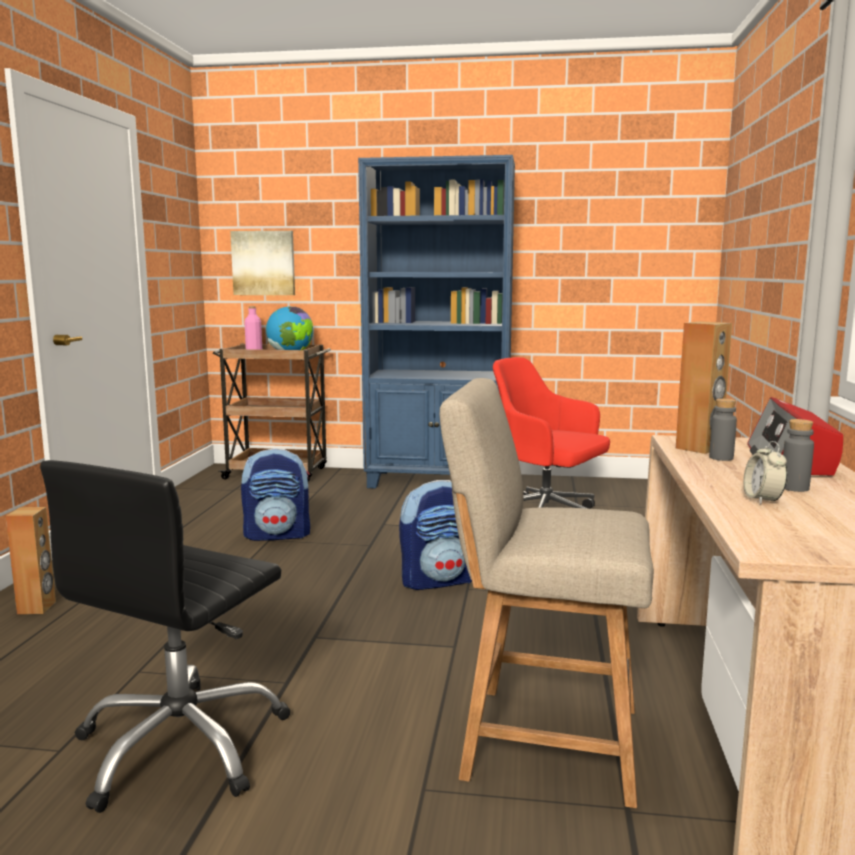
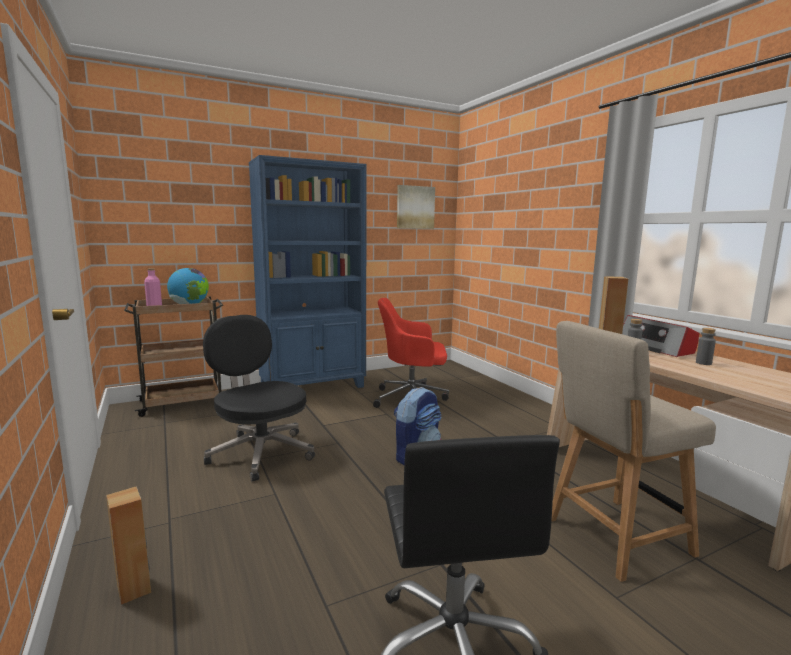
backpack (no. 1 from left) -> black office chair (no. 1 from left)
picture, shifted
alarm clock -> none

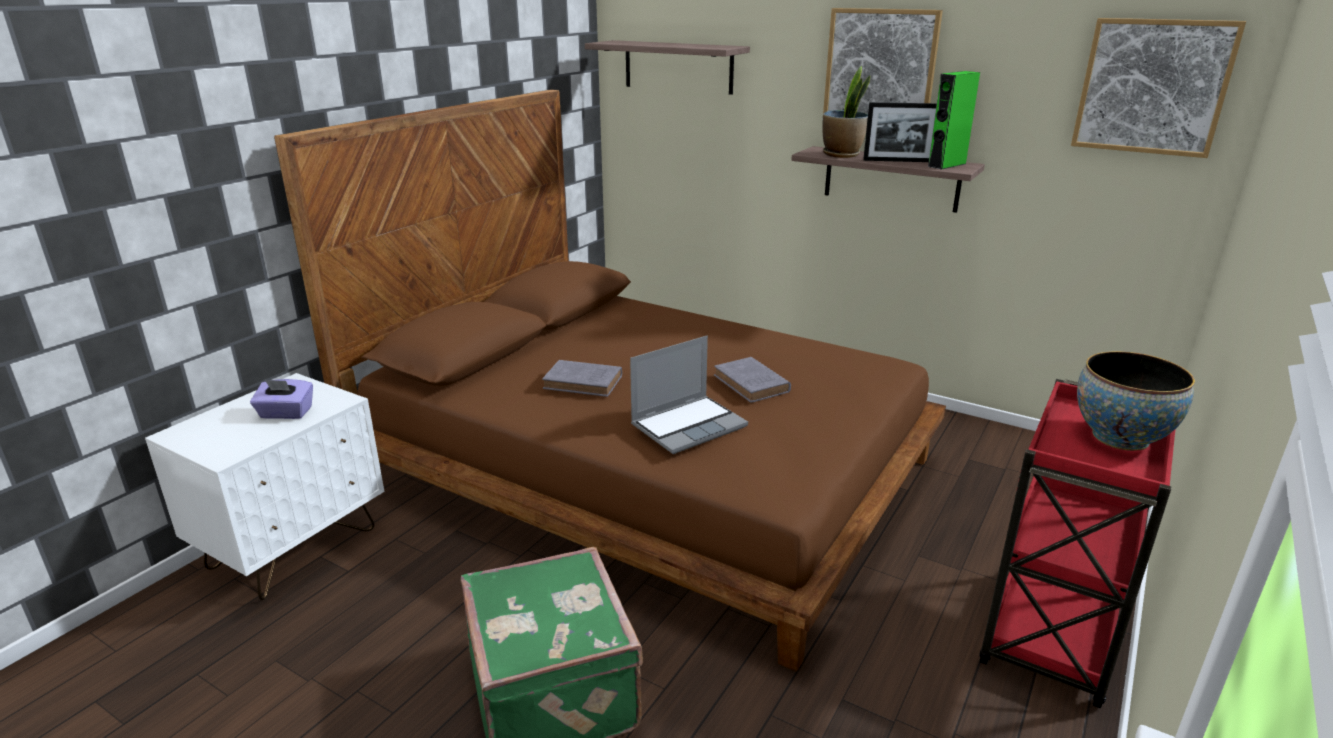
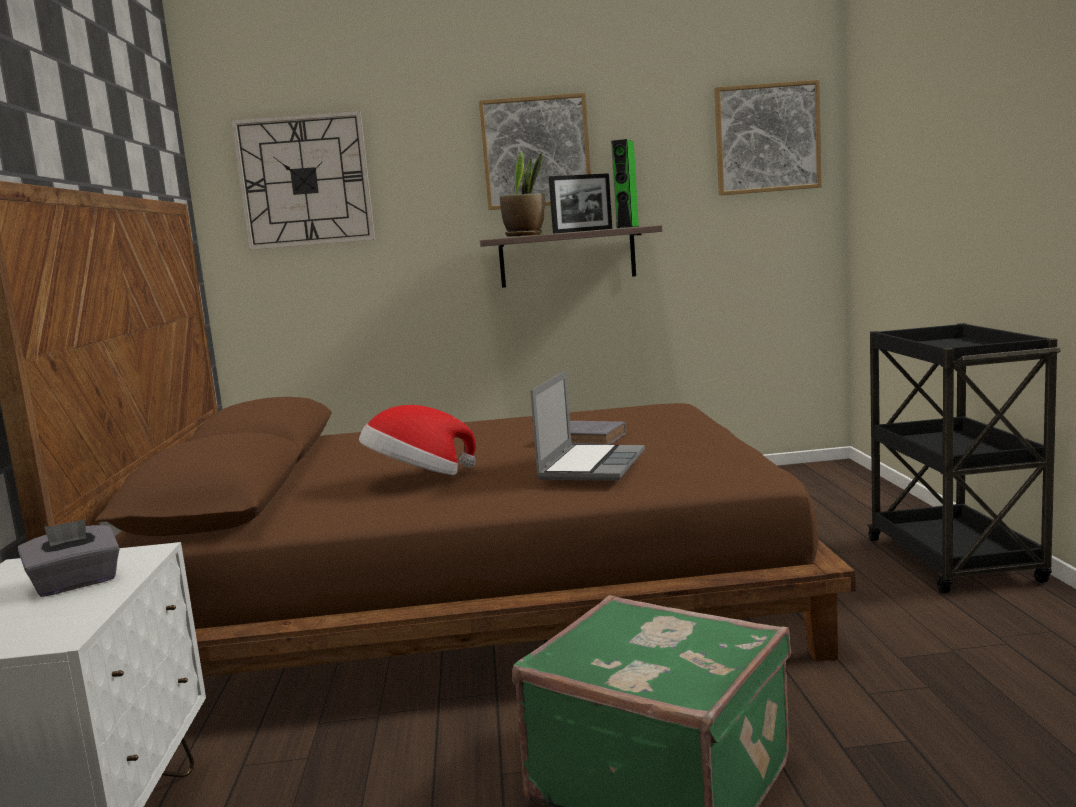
purple tissue box -> grey tissue box
shelf (no. 1 from left) -> wall clock
grey book (no. 1 from left) -> hat
red cart -> black cart
bowl -> none

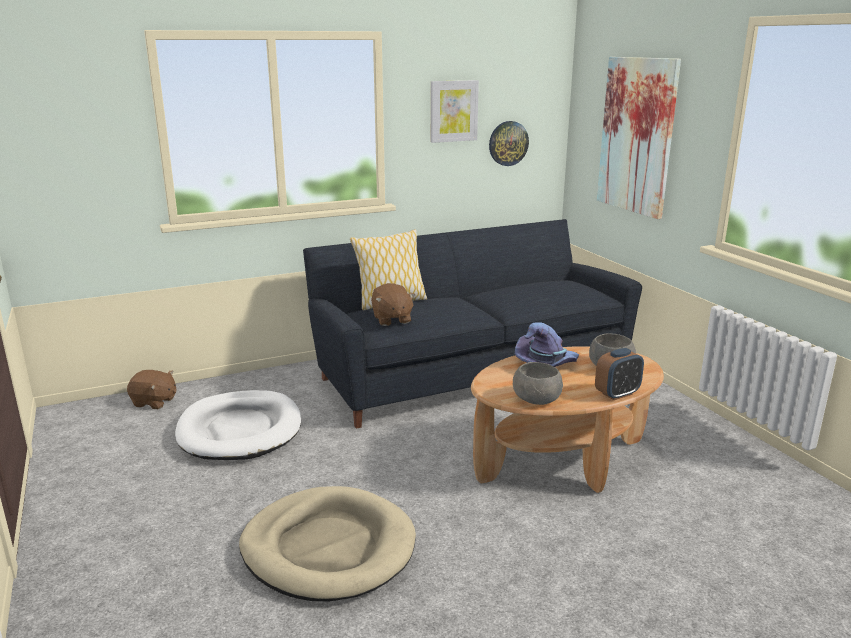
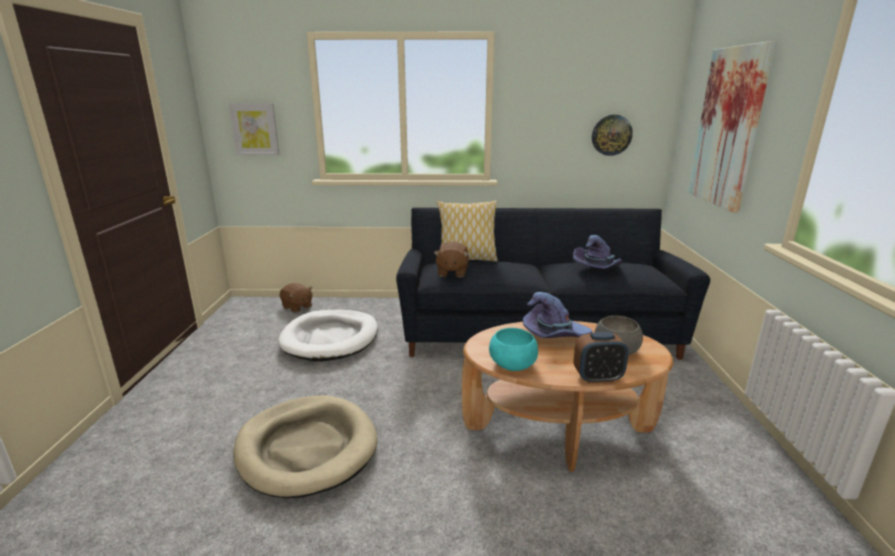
picture (no. 1 from left), shifted
grey bowl (no. 1 from left) -> turquoise bowl
none -> purple hat (no. 2 from left)

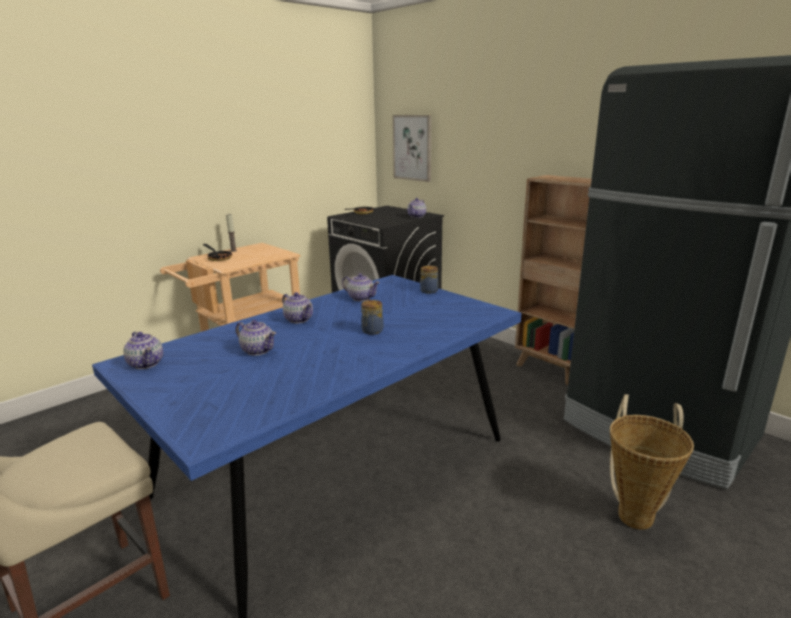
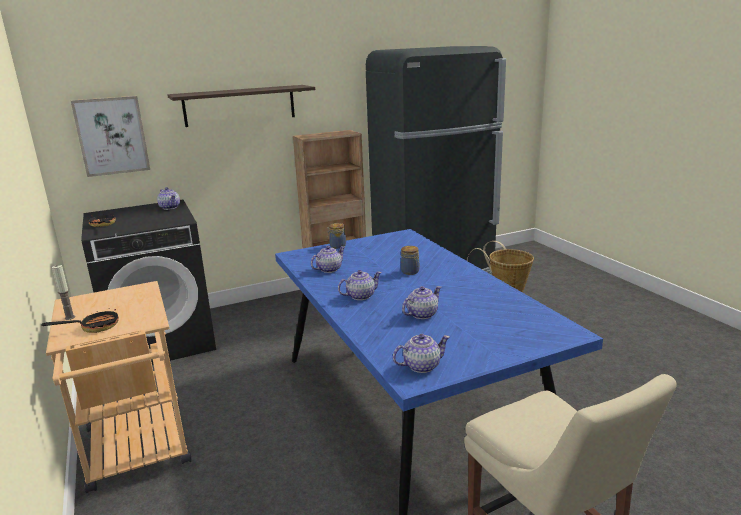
none -> shelf

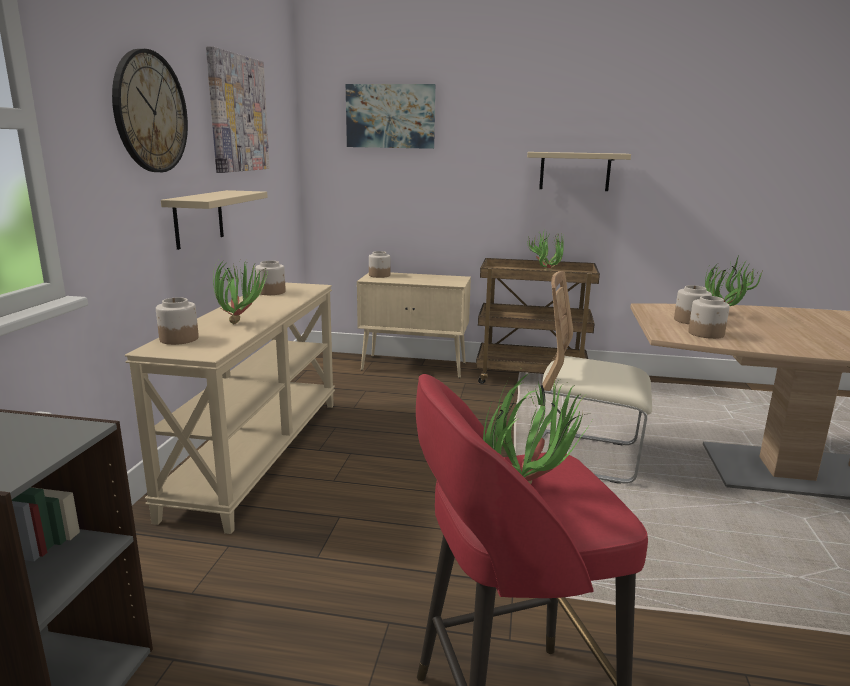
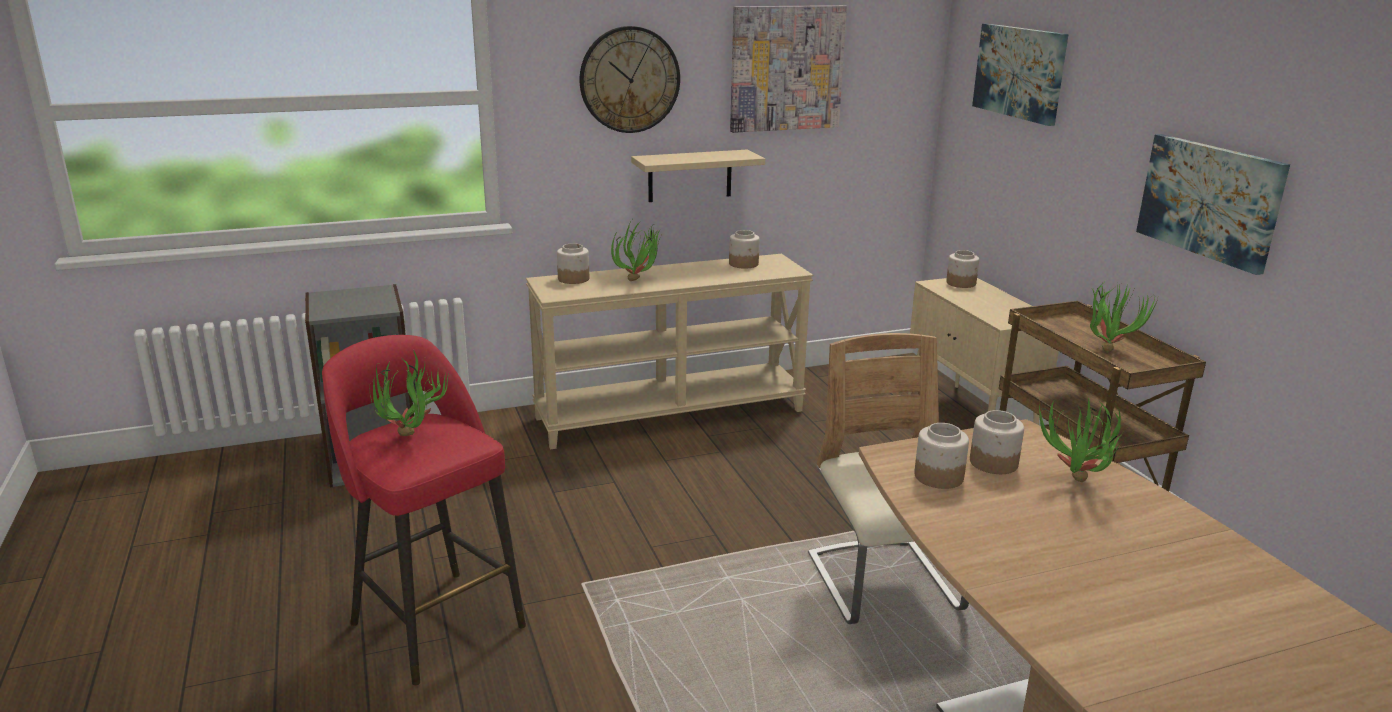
beige shelf (no. 2 from left) -> picture (no. 3 from left)

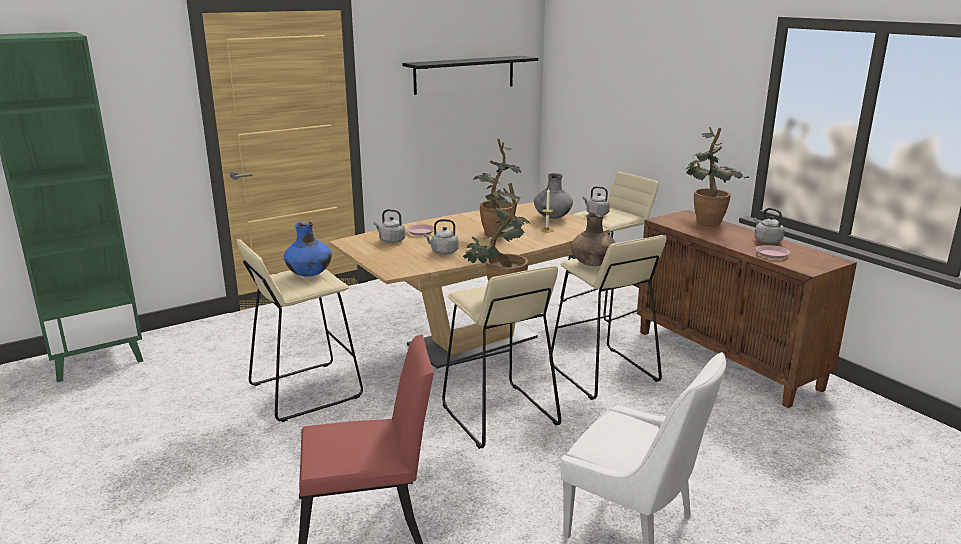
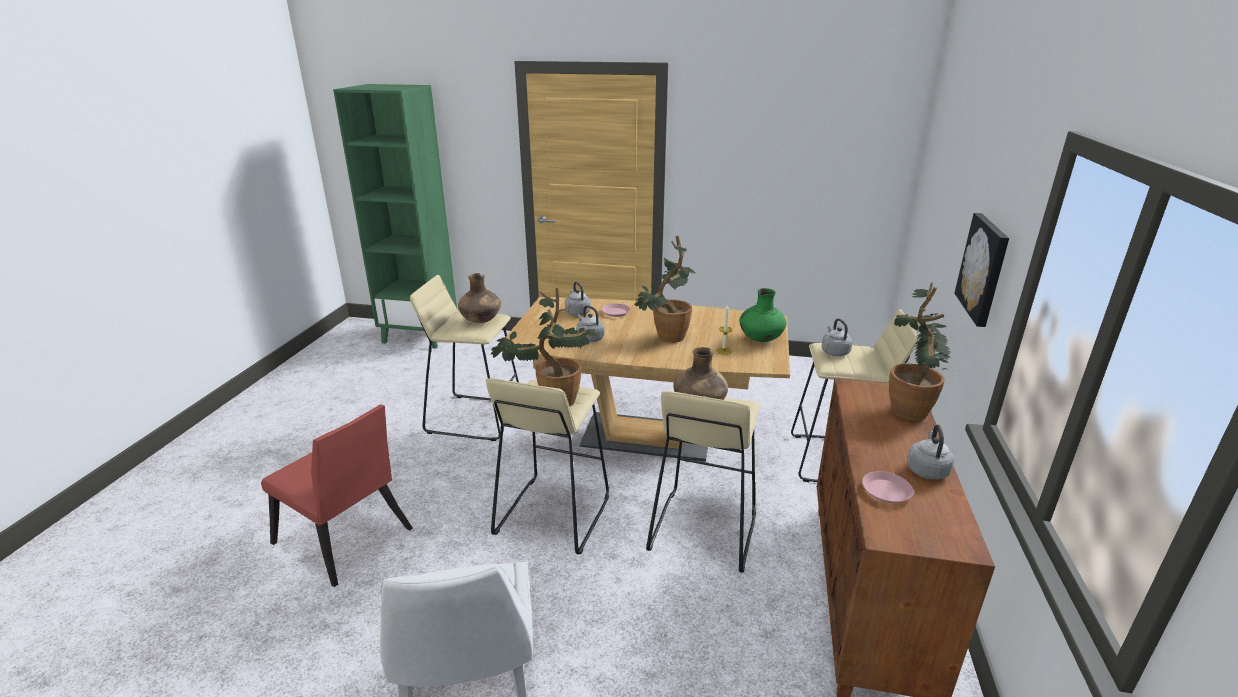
blue vase -> brown vase (no. 1 from left)
grey vase -> green vase
none -> picture
black shelf -> none

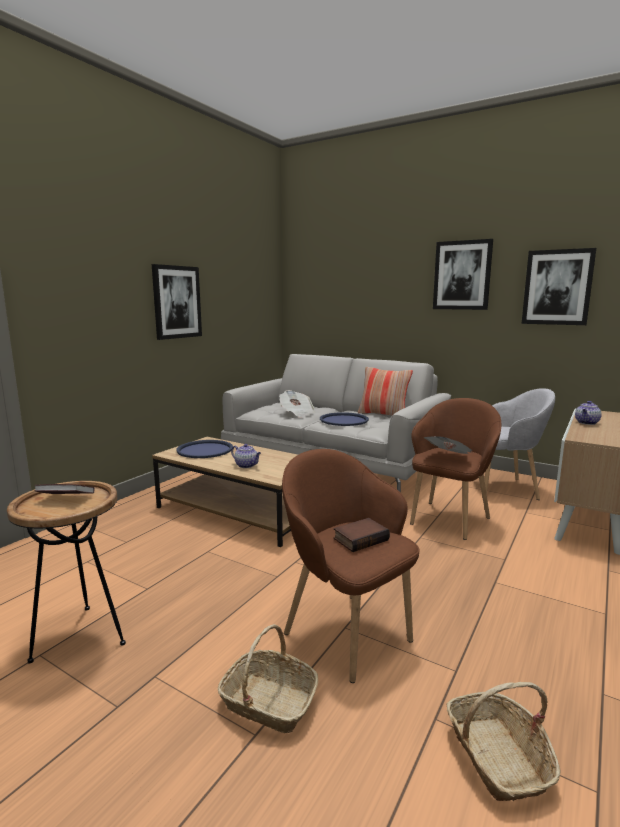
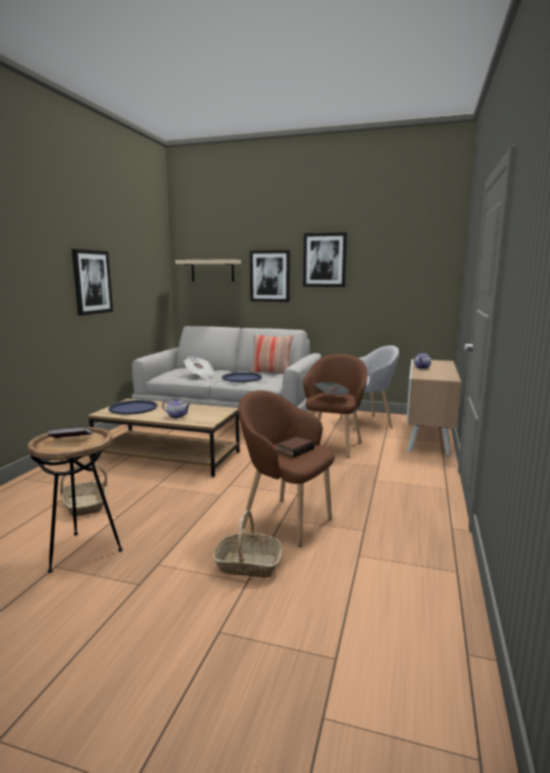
basket (no. 2 from left in the first image) -> basket (no. 1 from left), shifted
none -> beige shelf
picture (no. 3 from left in the first image) -> picture (no. 2 from left), shifted

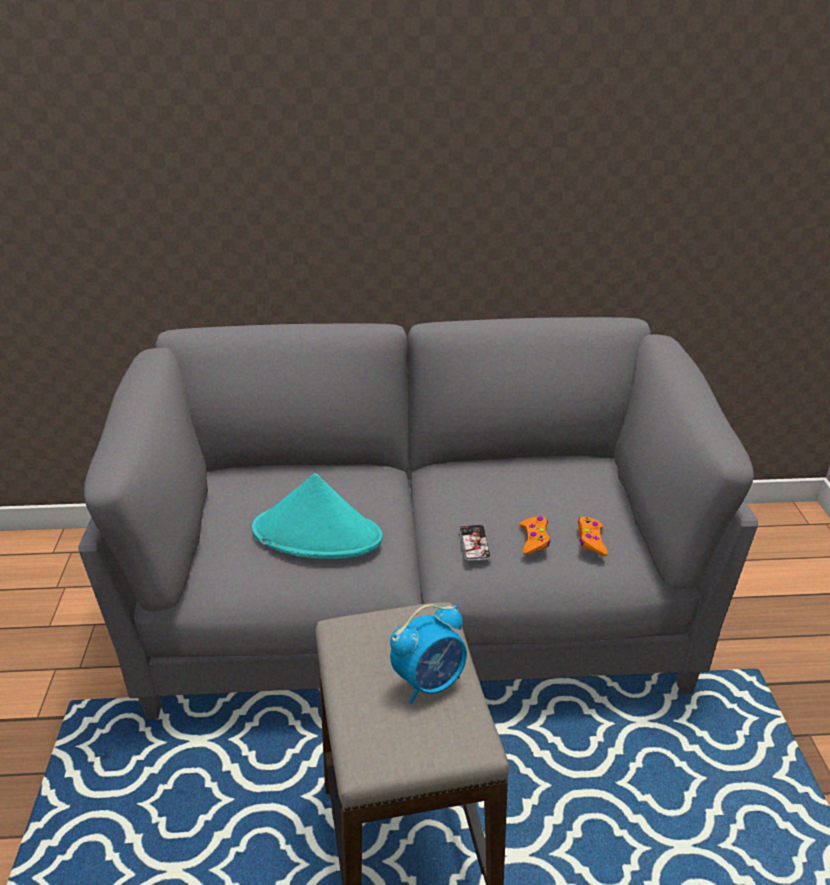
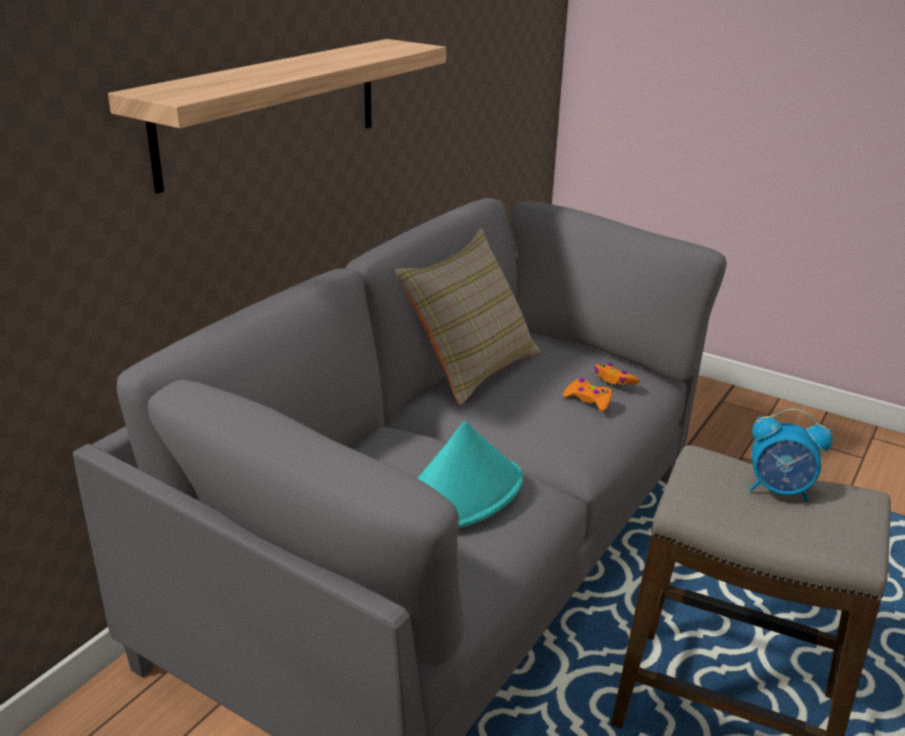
none -> shelf
none -> beige pillow
alarm clock, 105 degrees clockwise
phone -> none

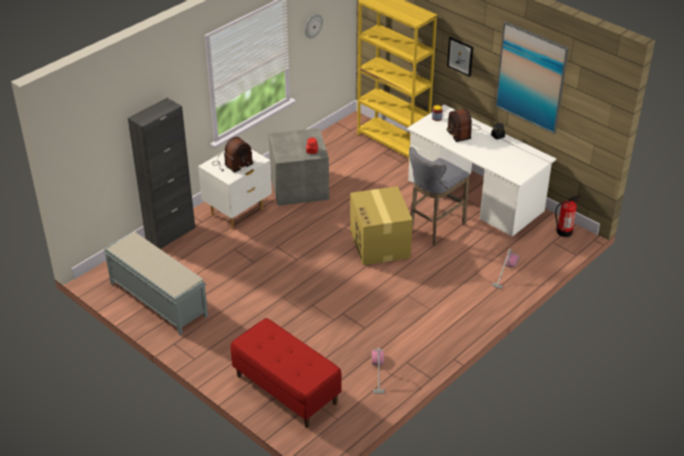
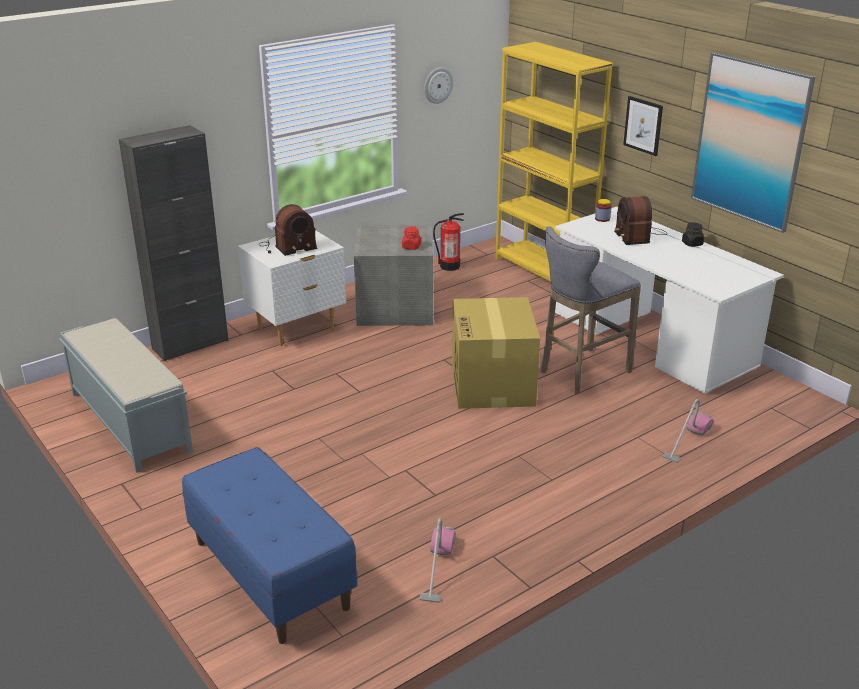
red bench -> blue bench
fire extinguisher, shifted

